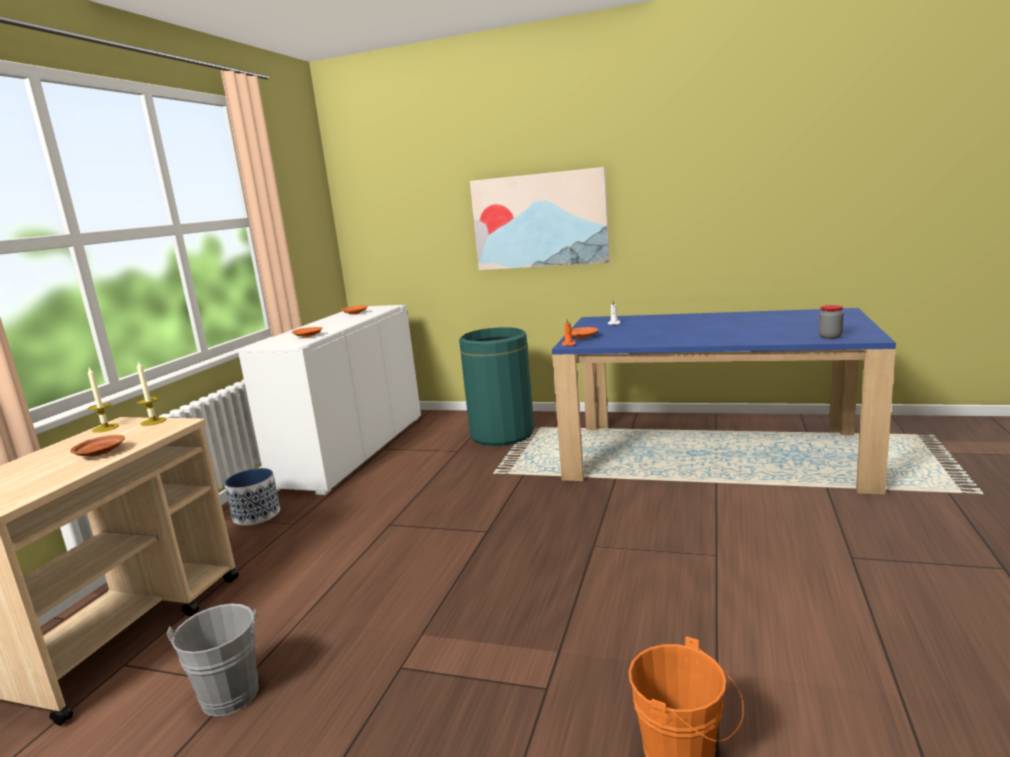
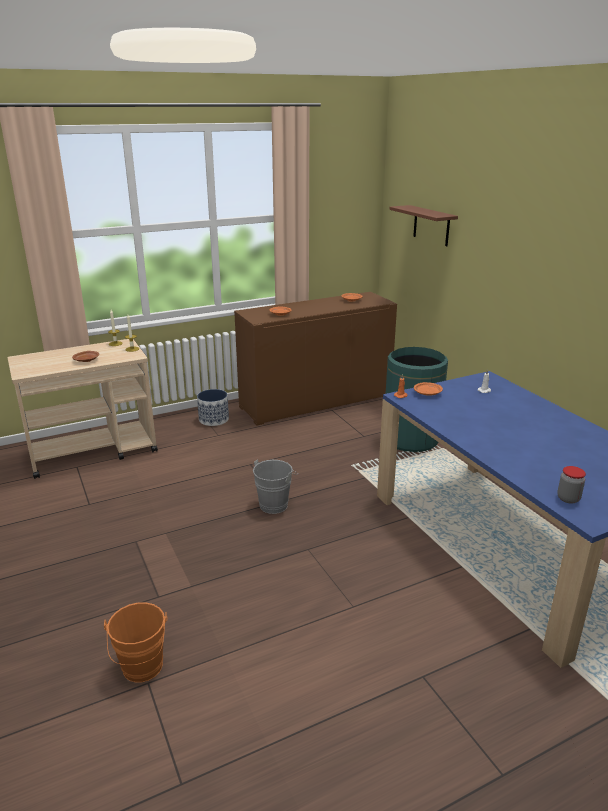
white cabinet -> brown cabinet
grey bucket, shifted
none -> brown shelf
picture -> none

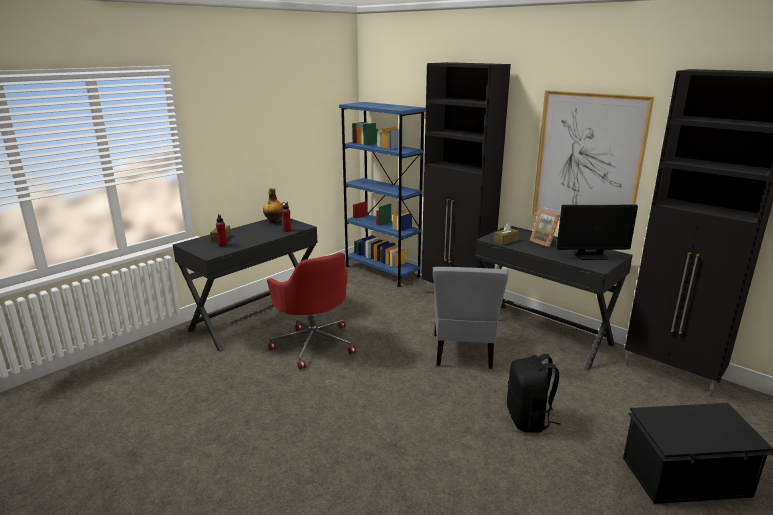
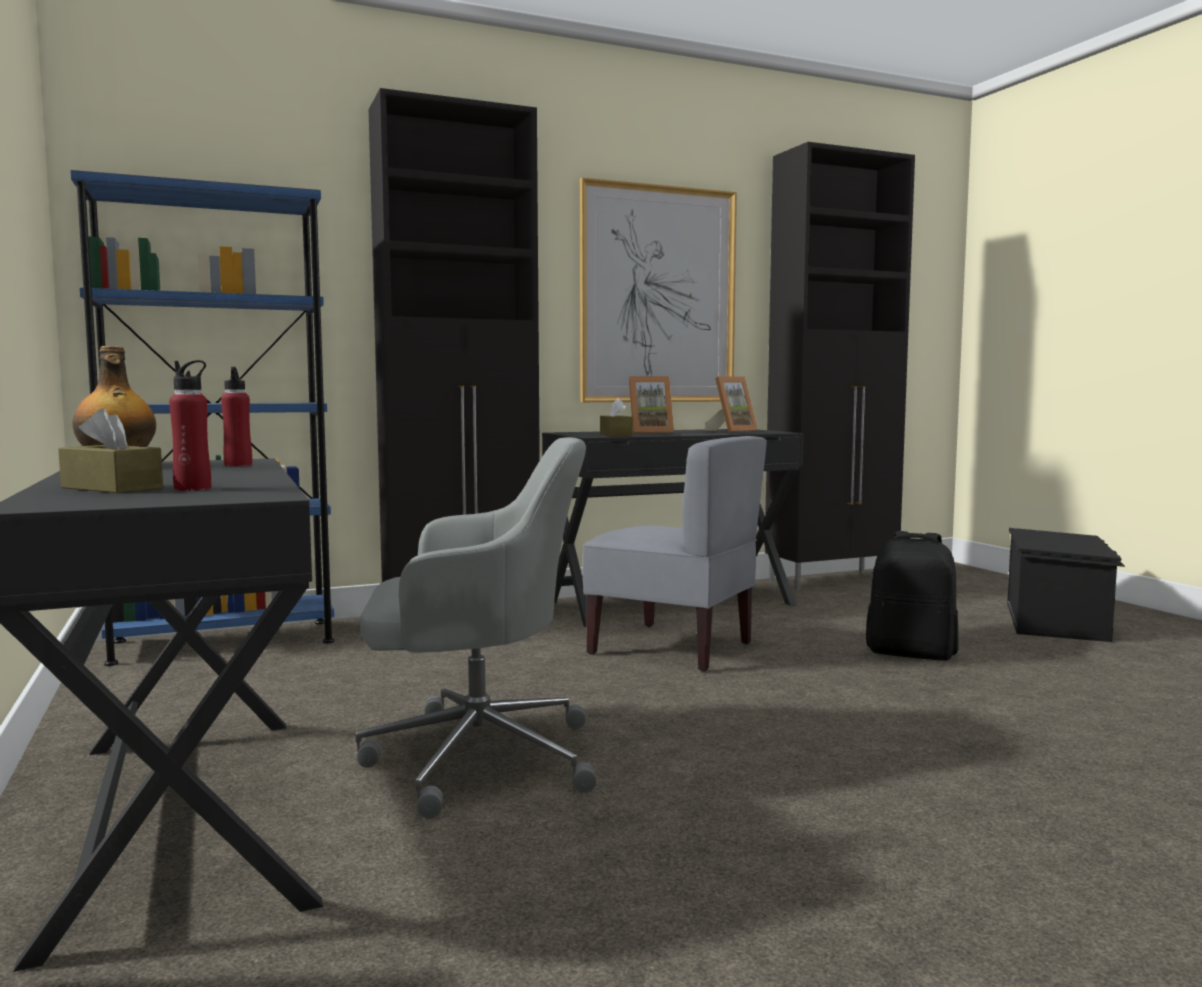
red office chair -> grey office chair
monitor -> picture frame (no. 2 from left)

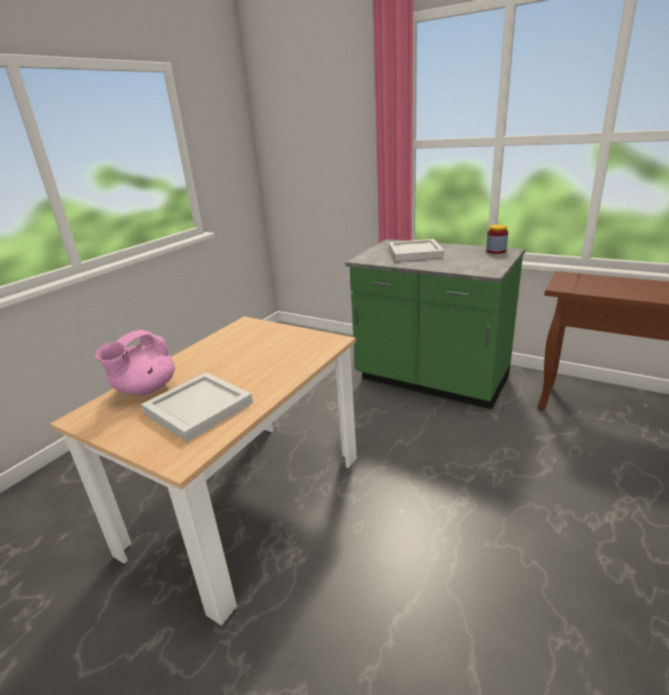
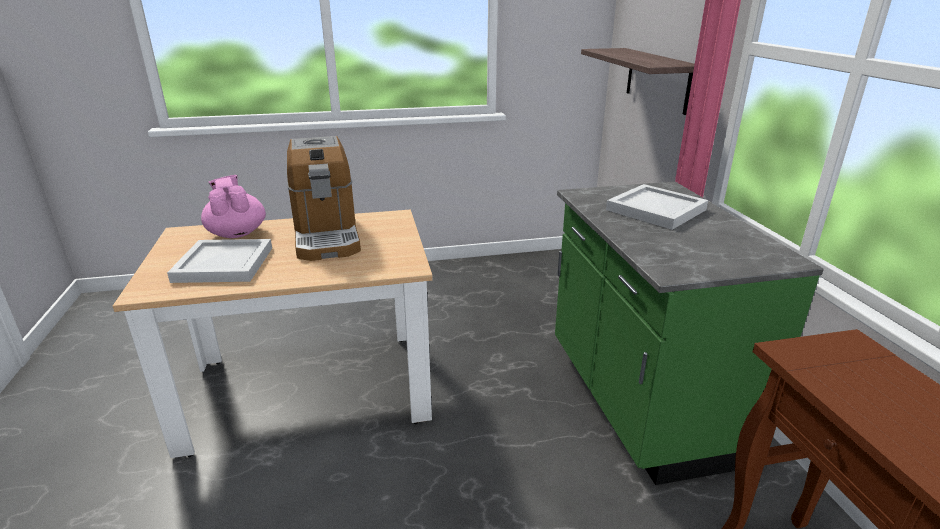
pink teapot, 75 degrees clockwise
none -> coffee machine
none -> shelf
jar -> none

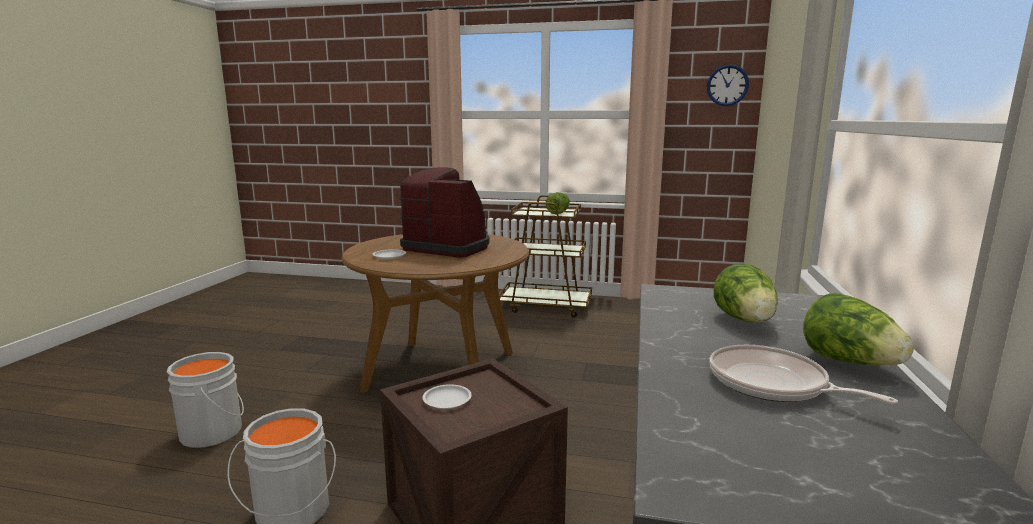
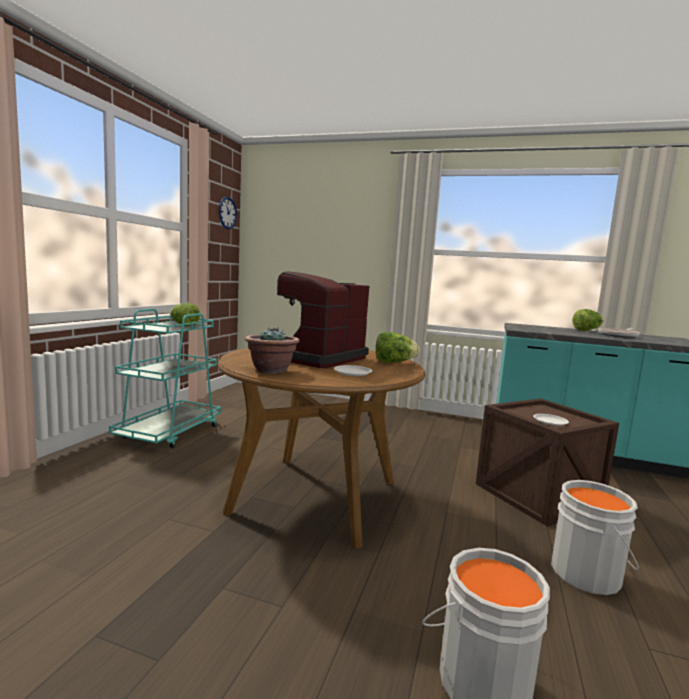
brown cart -> turquoise cart
none -> potted plant
lettuce (no. 2 from left), shifted

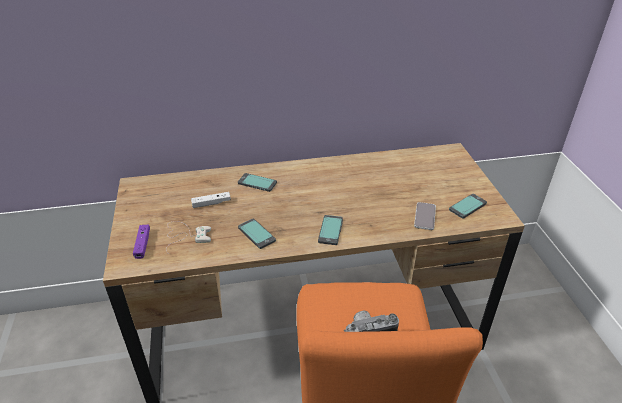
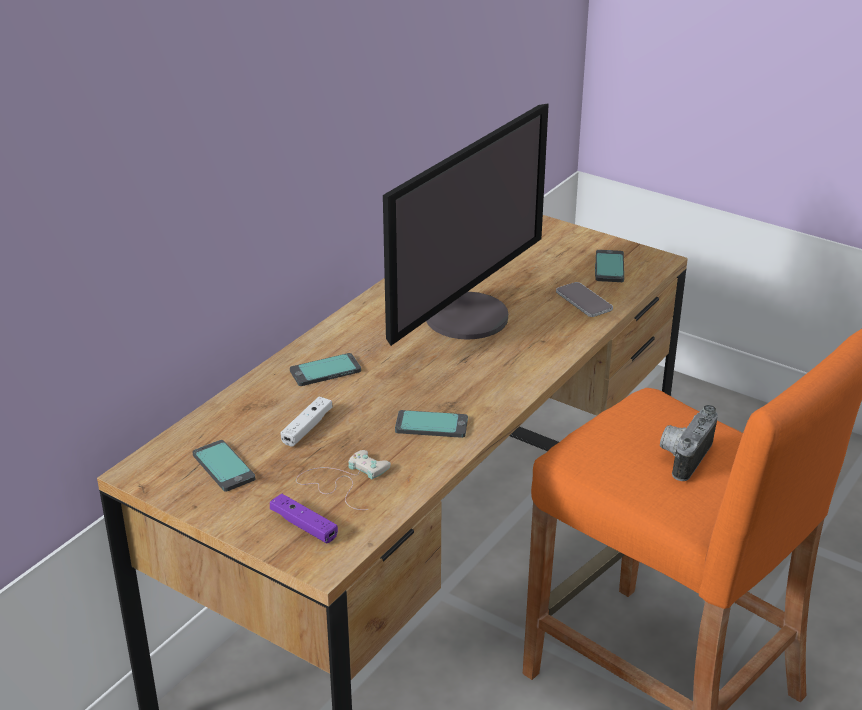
phone (no. 3 from left in the first image) -> phone (no. 1 from left), shifted
none -> monitor

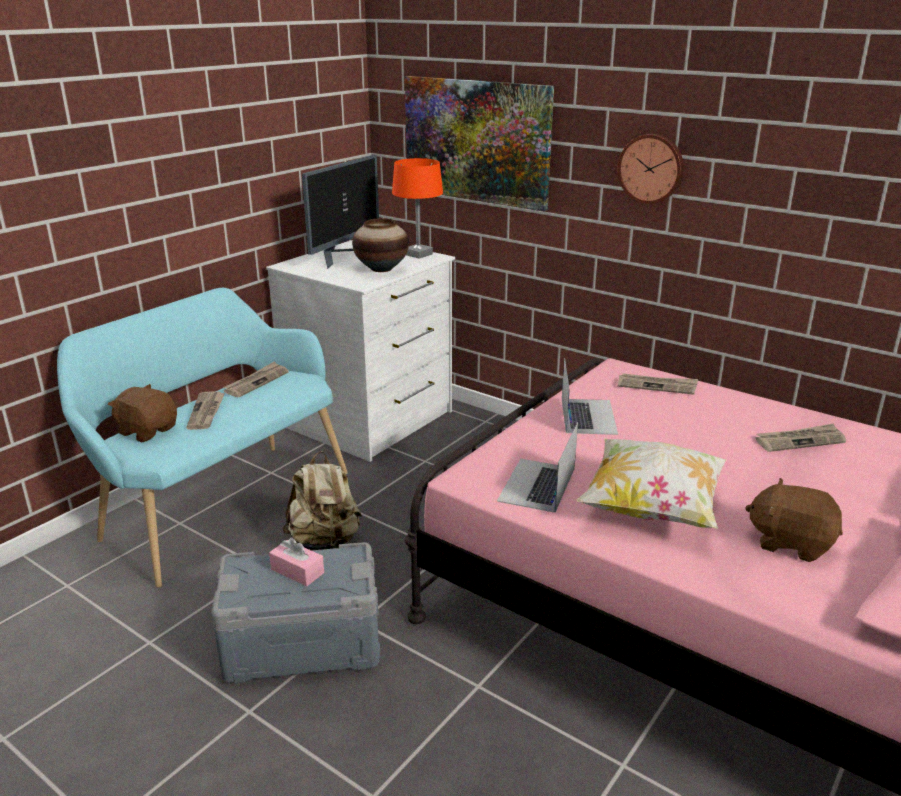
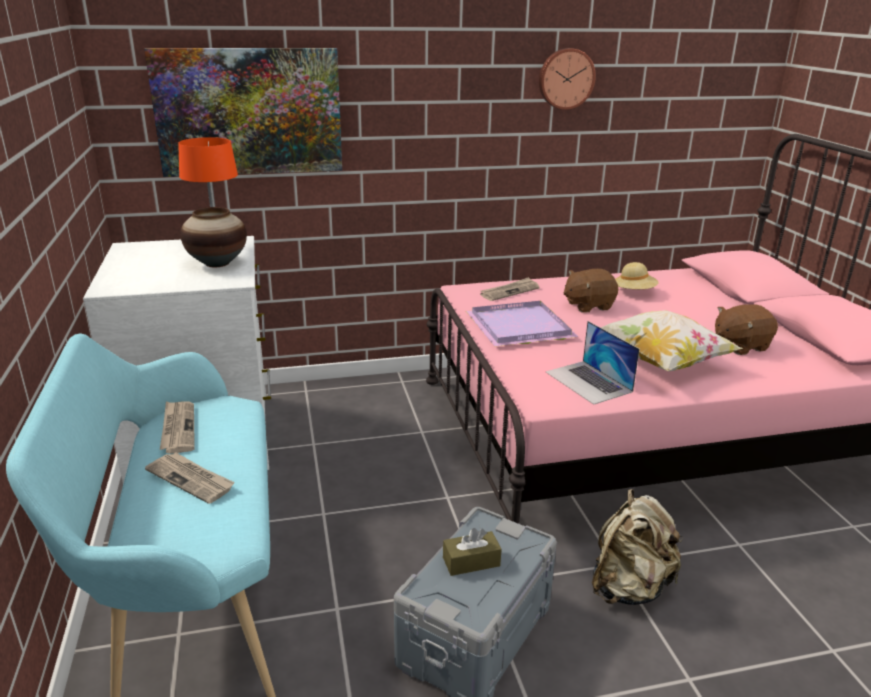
pink tissue box -> brown tissue box
laptop (no. 2 from left) -> purple tray
wall clock, shifted
brown plush toy (no. 1 from left), shifted
beige backpack, shifted
newspaper (no. 4 from left) -> beige hat
monitor -> none

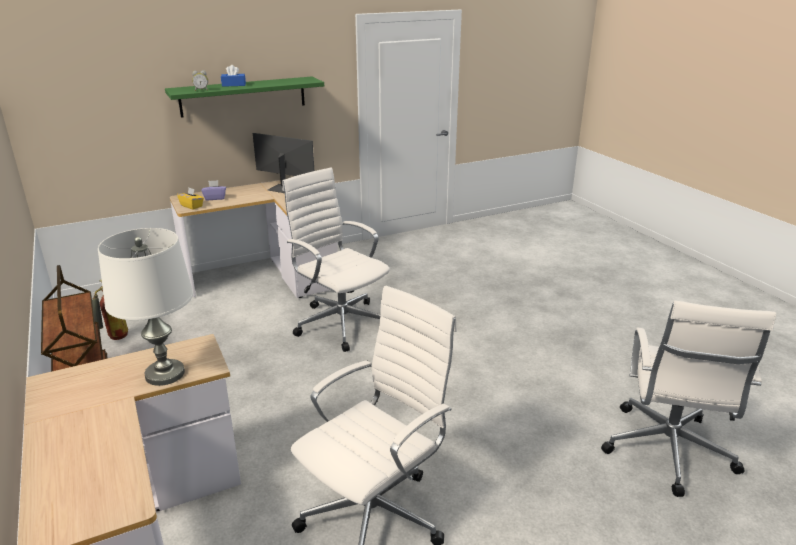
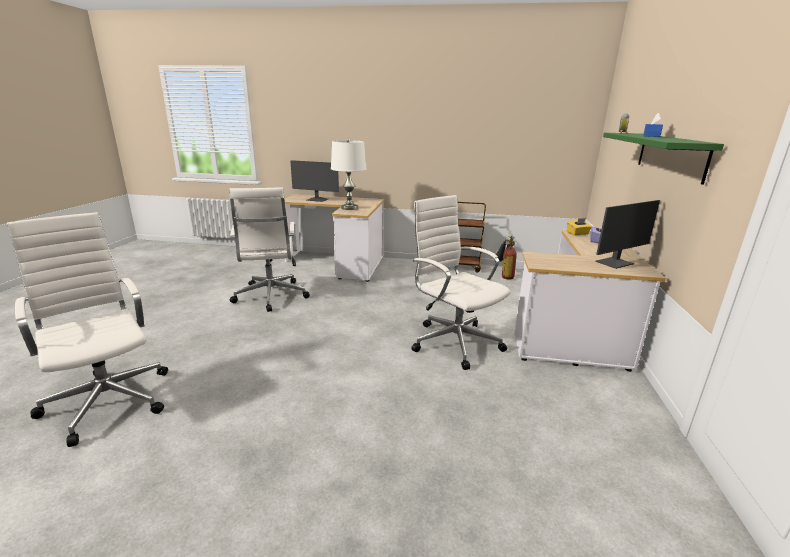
none -> monitor (no. 1 from left)
white office chair (no. 1 from left in the first image) -> white office chair (no. 3 from left), 120 degrees counterclockwise

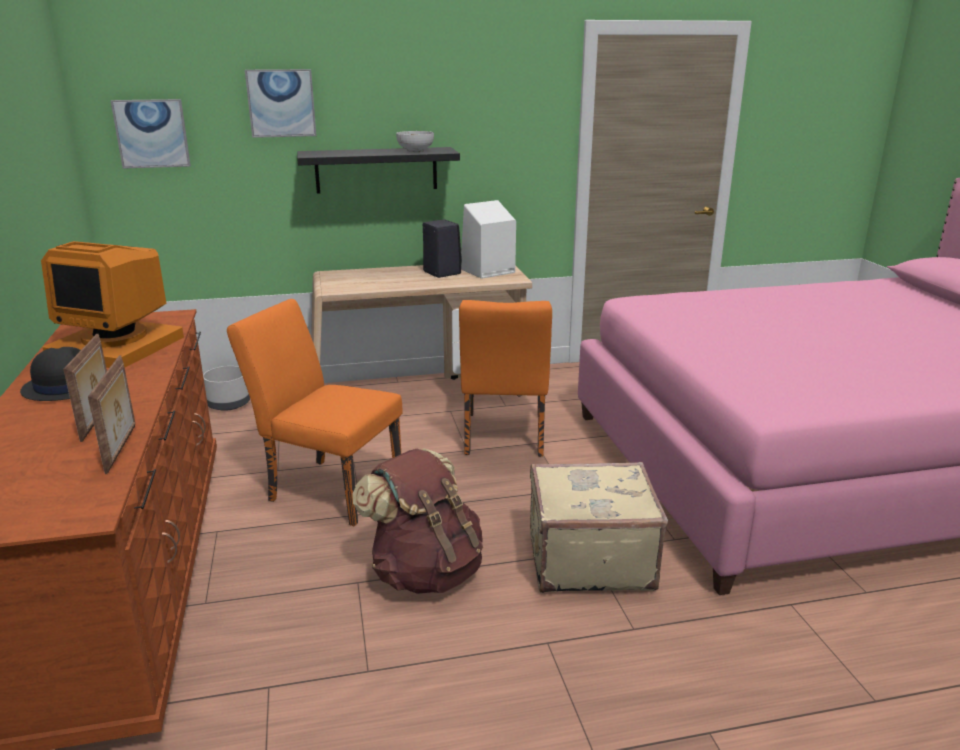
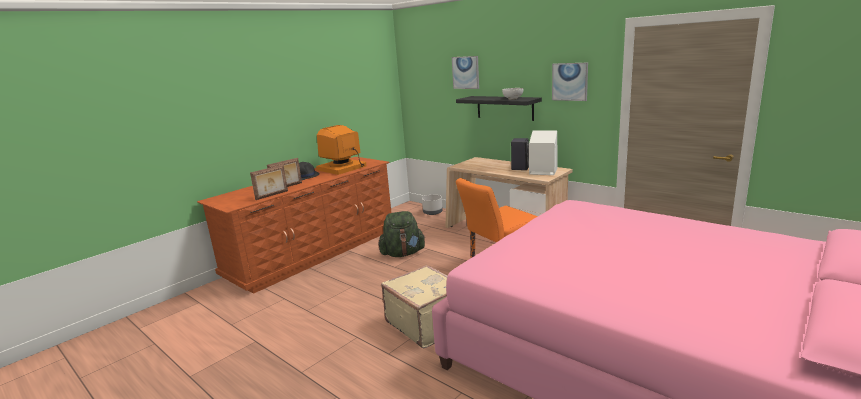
monitor, 60 degrees clockwise
orange chair (no. 1 from left) -> green backpack
picture (no. 1 from left in the first image) -> picture (no. 2 from left), shifted
brown backpack -> none

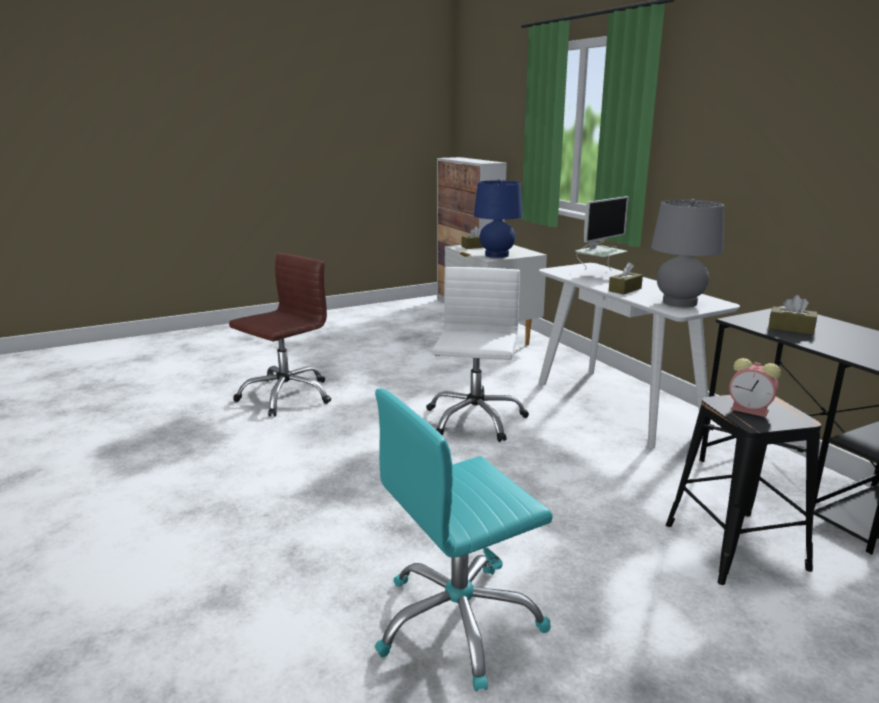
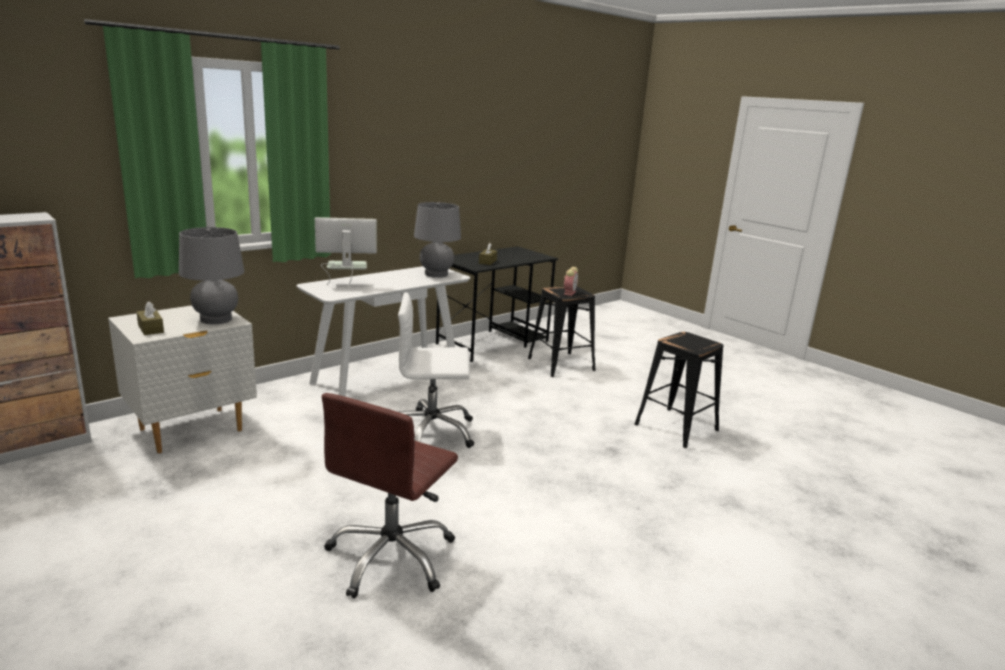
blue table lamp -> grey table lamp (no. 1 from left)
monitor, 45 degrees counterclockwise
brown office chair, 90 degrees counterclockwise
turquoise office chair -> black stool (no. 2 from left)
brown tissue box (no. 2 from left) -> none

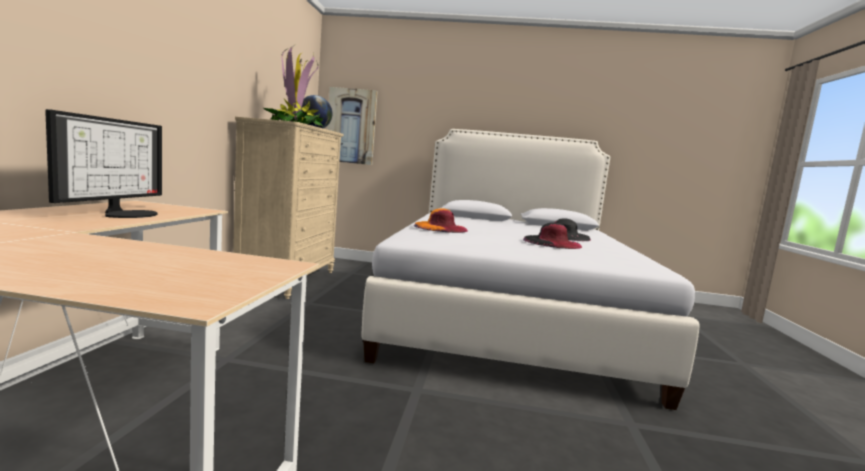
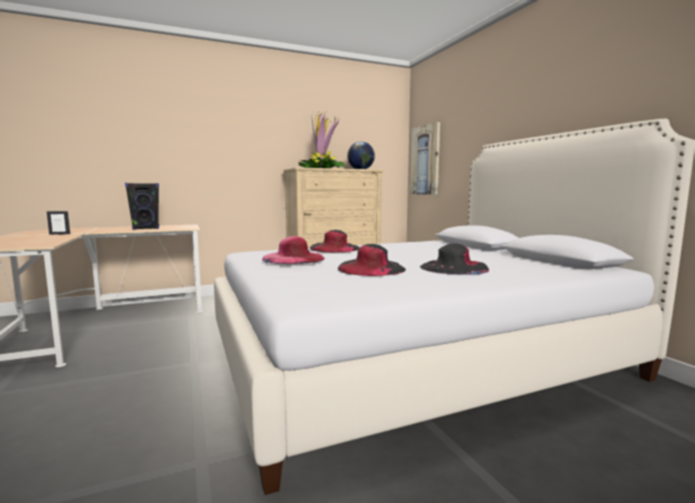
none -> picture frame
monitor -> black speaker
none -> pink hat
orange hat -> black hat (no. 1 from left)

